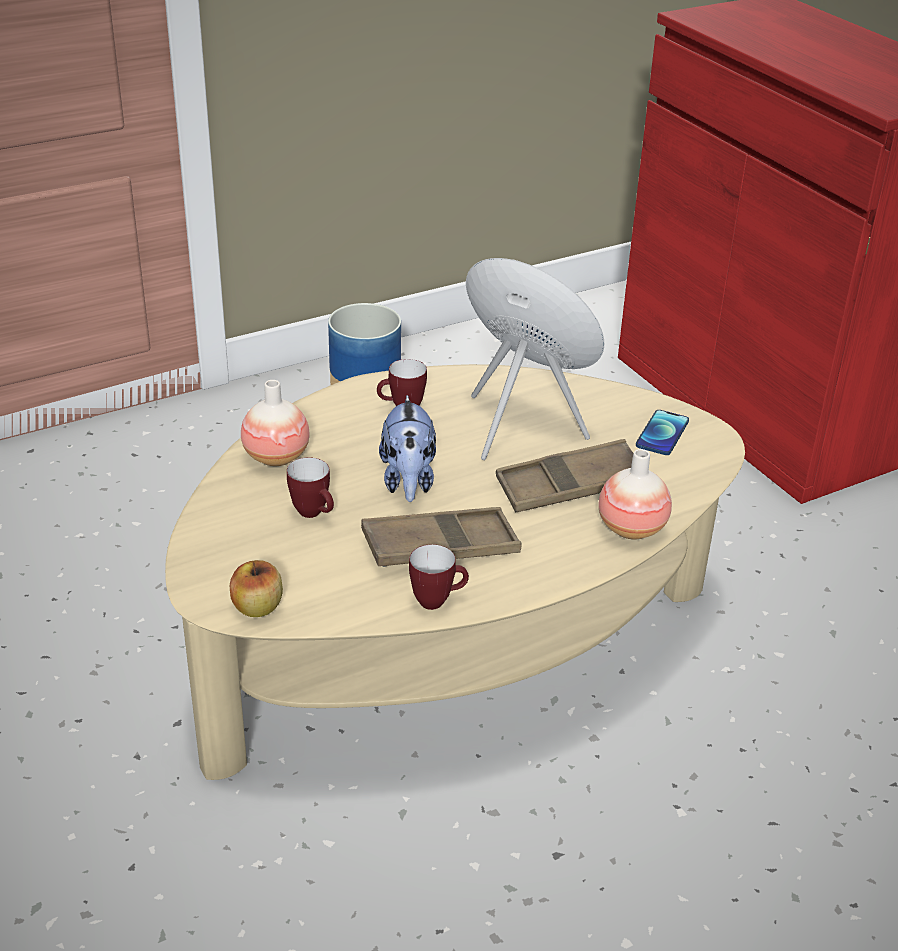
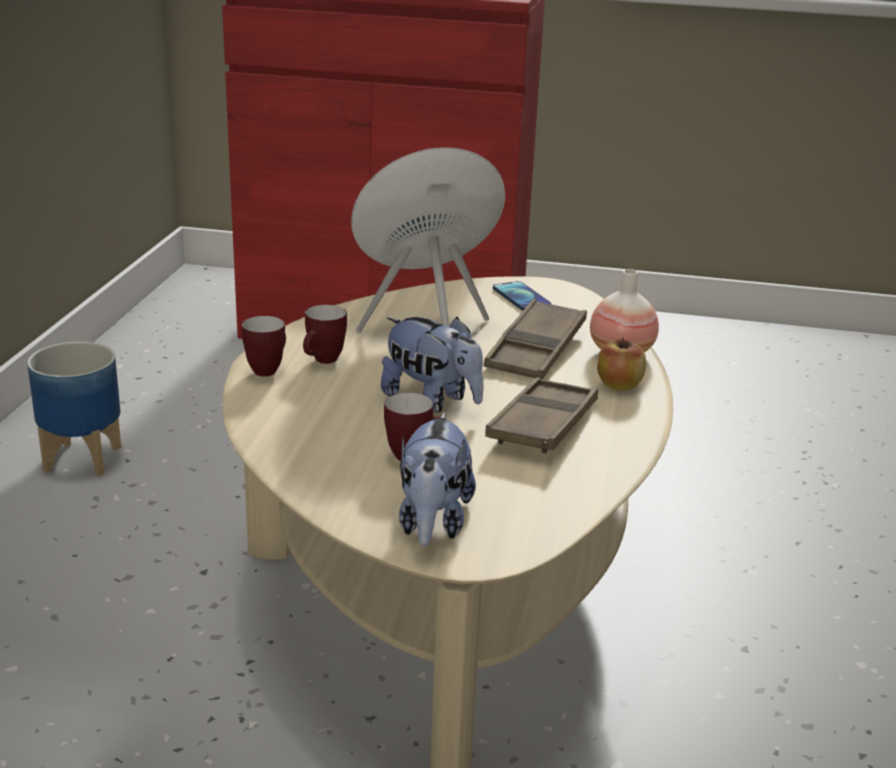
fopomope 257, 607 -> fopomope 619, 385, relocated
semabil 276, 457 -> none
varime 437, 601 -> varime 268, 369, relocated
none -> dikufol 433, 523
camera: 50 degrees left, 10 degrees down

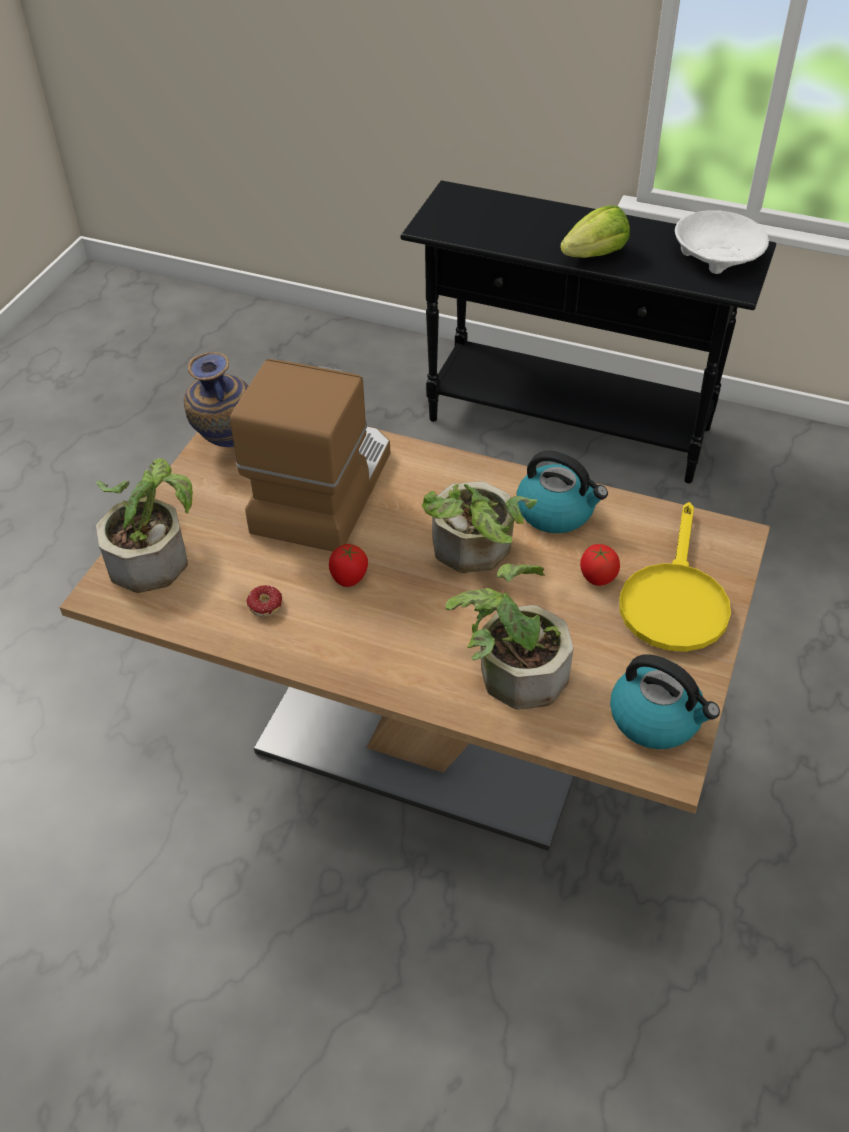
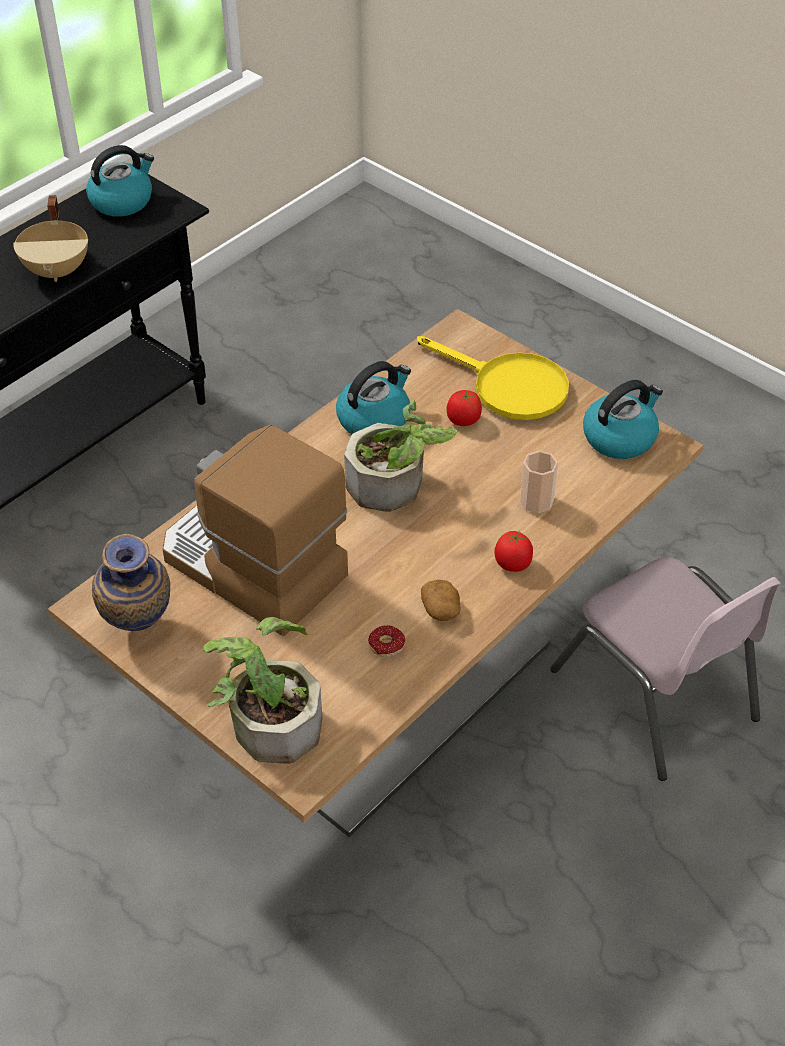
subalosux 349, 578 -> subalosux 513, 564, relocated
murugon 512, 668 -> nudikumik 536, 501
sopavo 595, 254 -> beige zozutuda 58, 270
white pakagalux 717, 255 -> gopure 122, 201
none -> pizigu 441, 609
none -> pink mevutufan 655, 695
camera: 70 degrees left, 0 degrees up

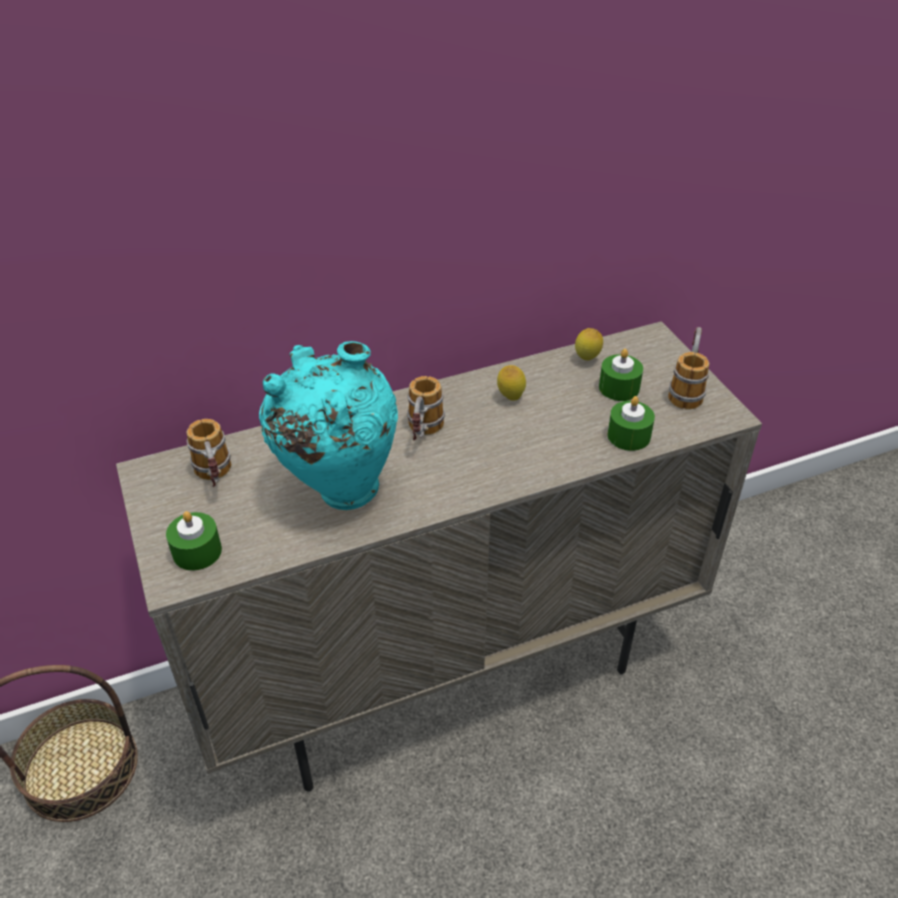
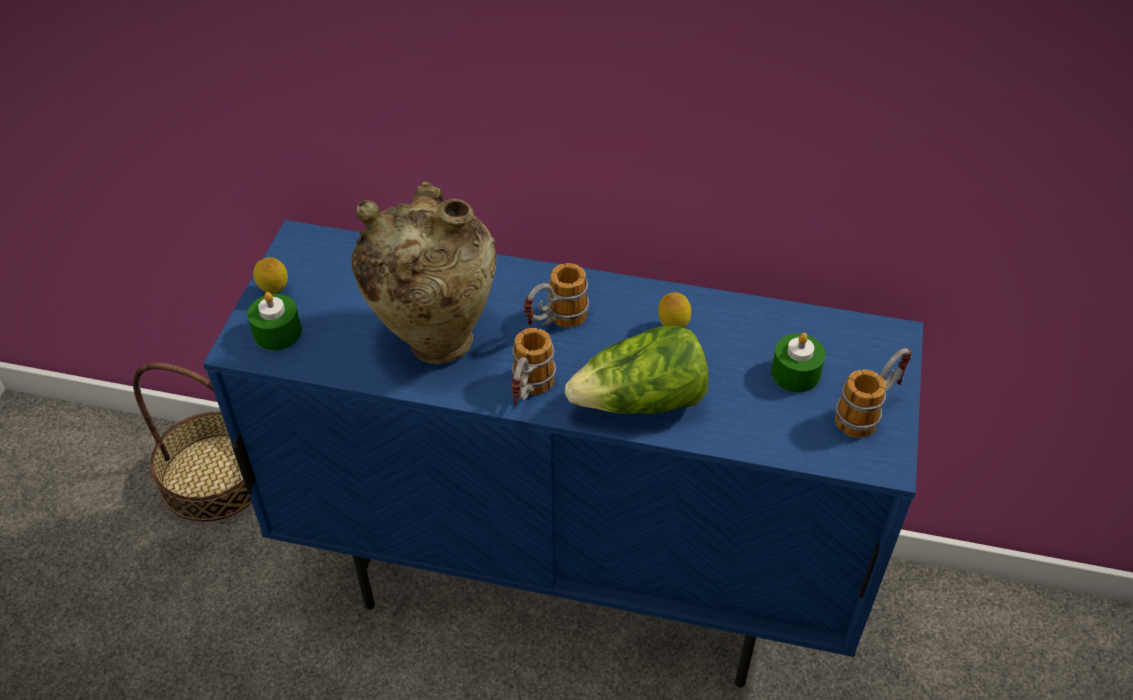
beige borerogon 448, 673 -> blue borerogon 569, 580
varime 216, 479 -> varime 528, 394, relocated
turquoise semabil 339, 489 -> beige semabil 434, 338
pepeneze 587, 359 -> pepeneze 274, 292, relocated
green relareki 628, 436 -> none
none -> sopavo 641, 402
camera: 35 degrees right, 5 degrees up

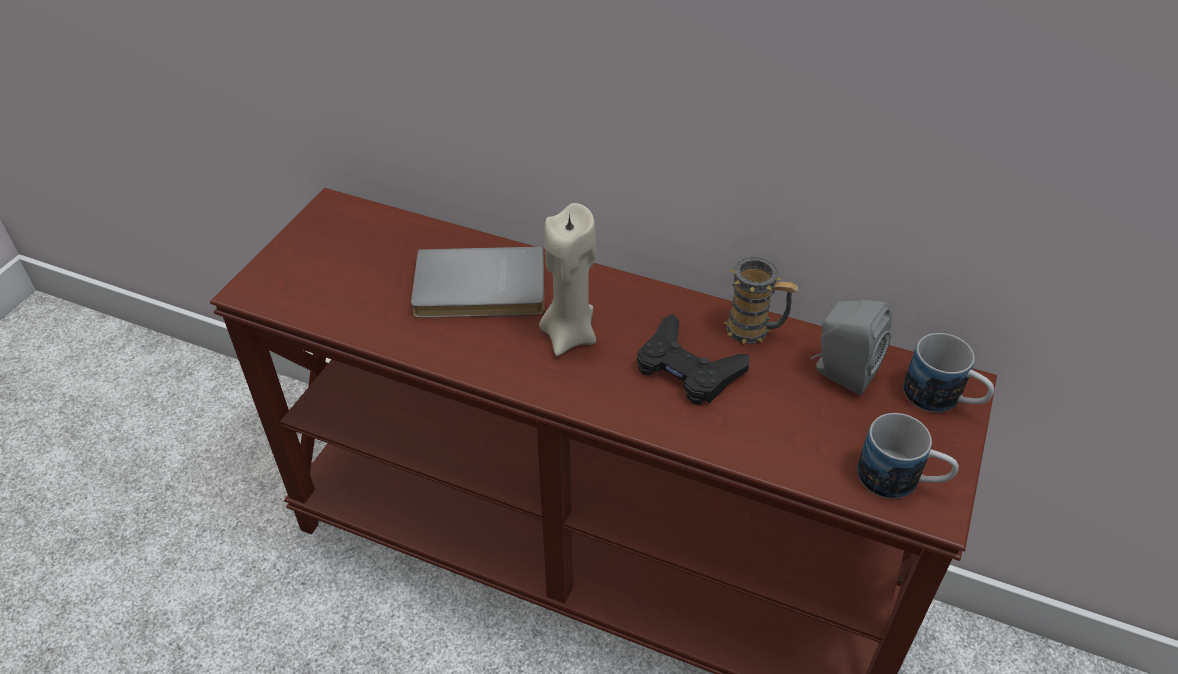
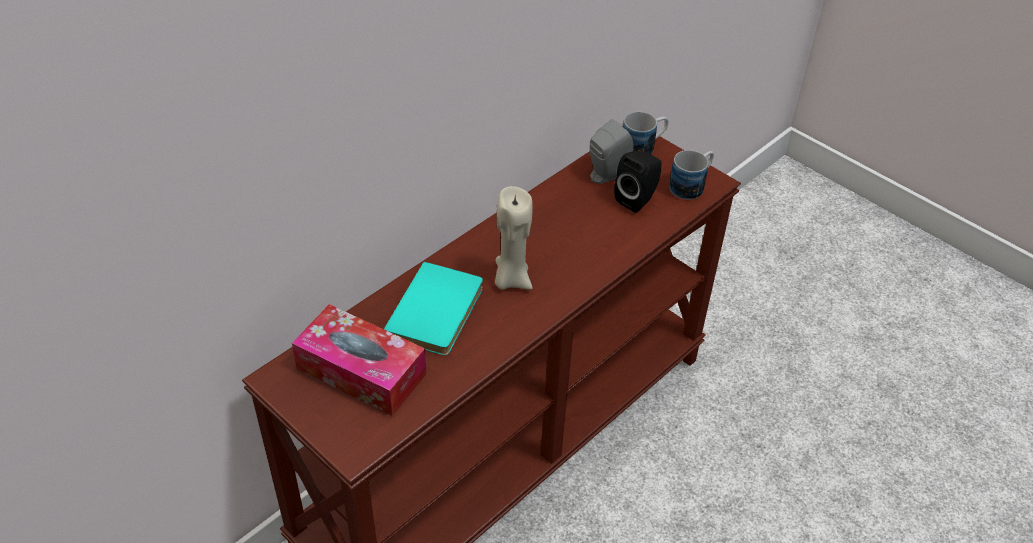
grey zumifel 480, 290 -> turquoise zumifel 438, 312
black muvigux 687, 368 -> none
varime 755, 330 -> none
none -> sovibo 361, 371
none -> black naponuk 637, 199
camera: 70 degrees left, 0 degrees up

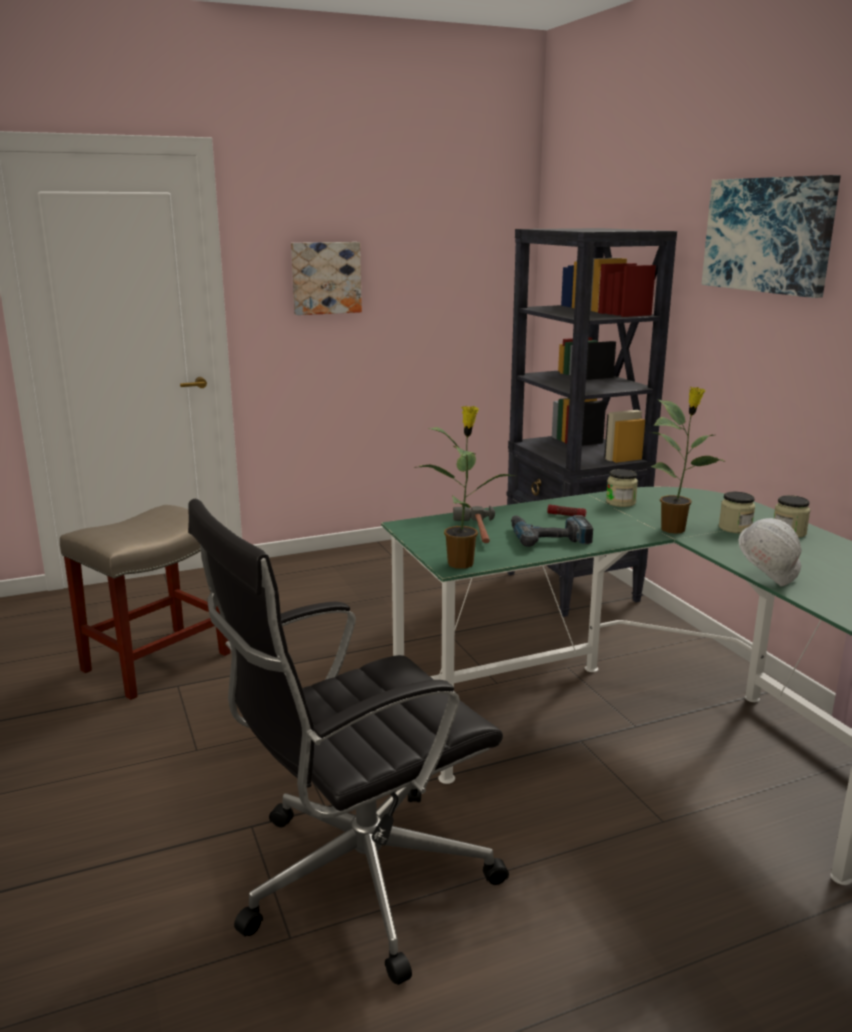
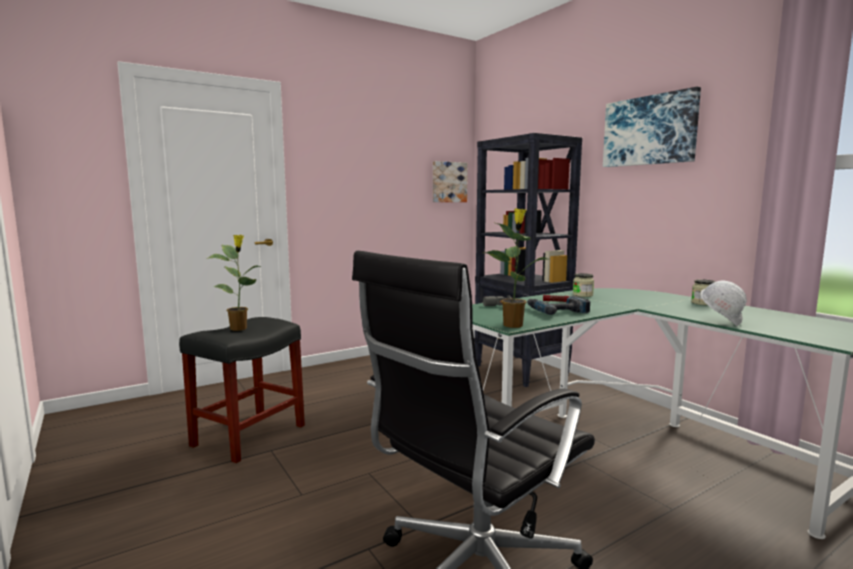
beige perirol 155, 663 -> black perirol 248, 436
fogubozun 325, 278 -> fogubozun 448, 182, relocated
murugon 674, 529 -> murugon 239, 328, relocated
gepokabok 735, 528 -> none
camera: 10 degrees left, 10 degrees down

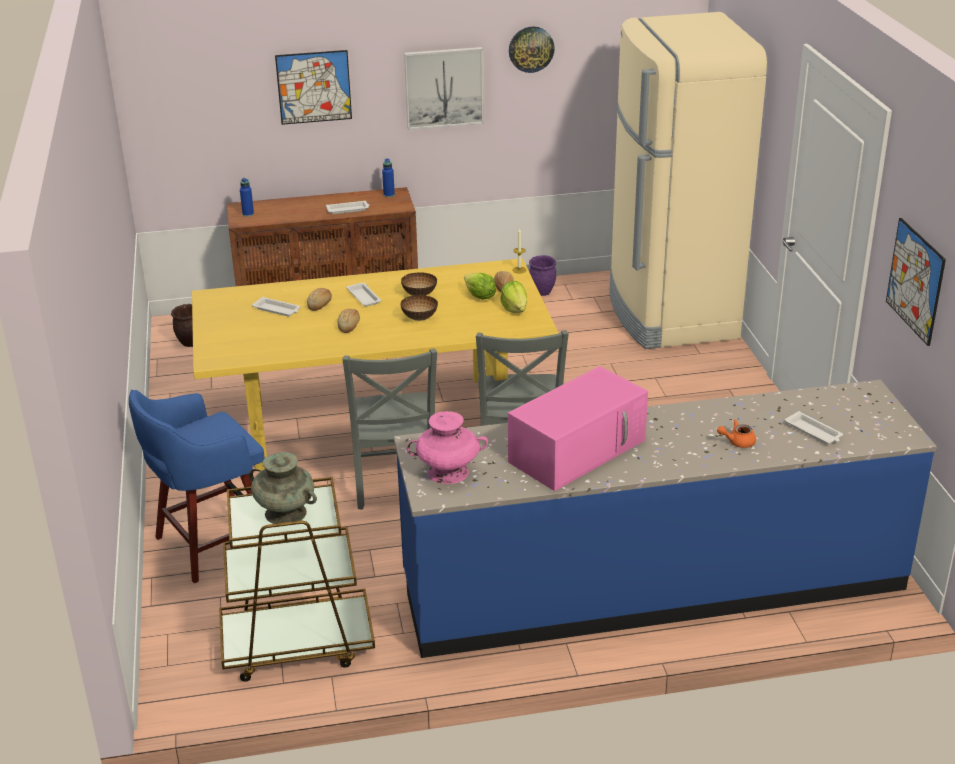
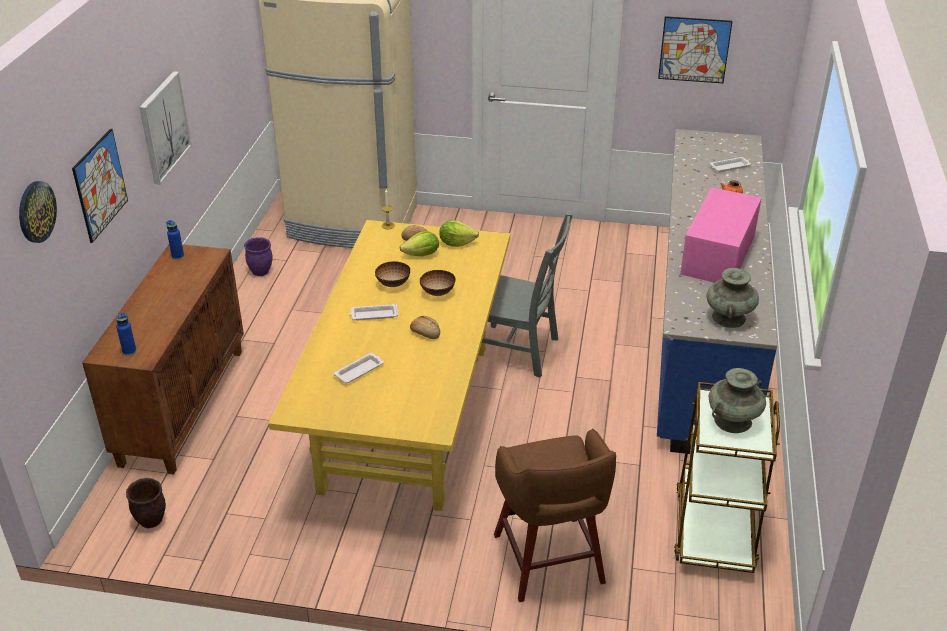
blue perirol 211, 544 -> brown perirol 549, 562
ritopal 320, 305 -> none
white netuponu 348, 210 -> none
grey mevutufan 394, 484 -> none
pink semabil 448, 472 -> turquoise semabil 728, 317
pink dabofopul 578, 450 -> pink dabofopul 718, 255, 135 degrees counterclockwise
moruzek 531, 49 -> moruzek 36, 211, relocated
camera: 70 degrees left, 5 degrees up

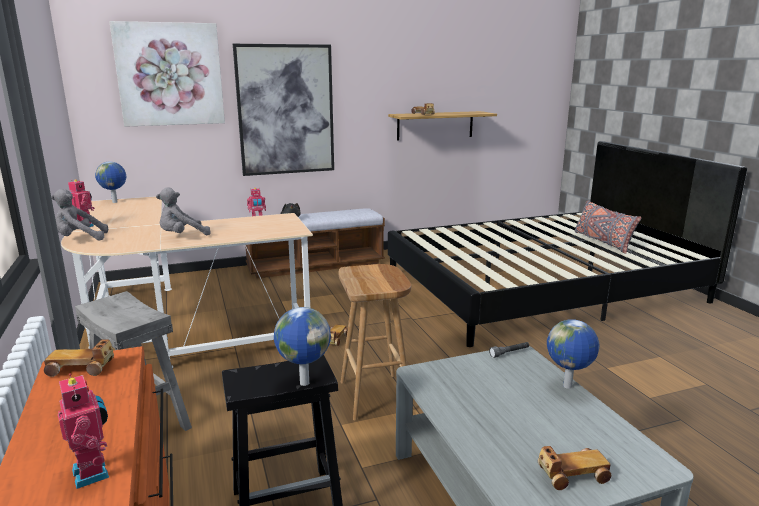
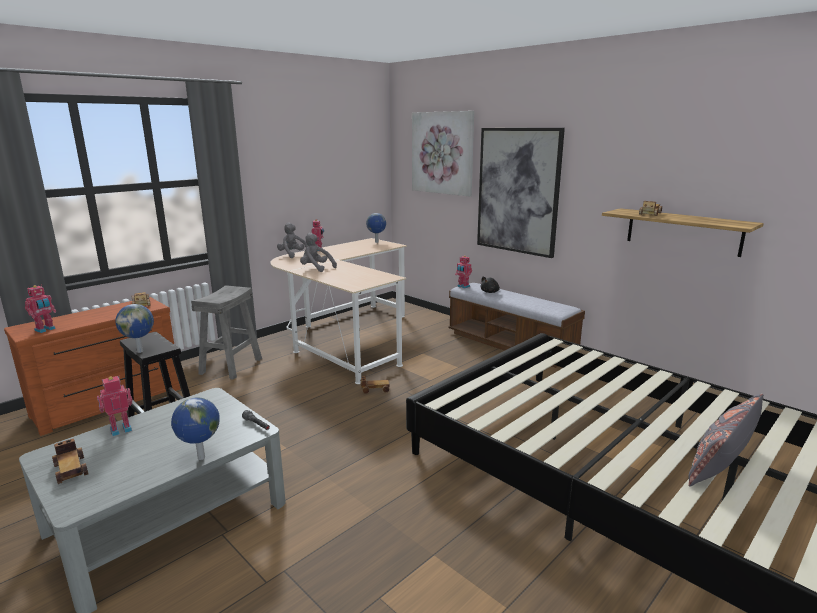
brown perirol 376, 396 -> none
none -> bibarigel 120, 429
camera: 65 degrees right, 0 degrees up

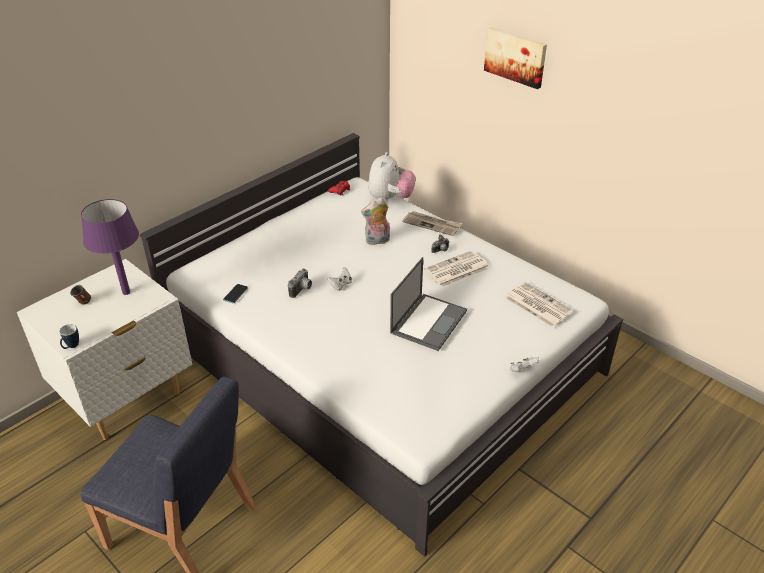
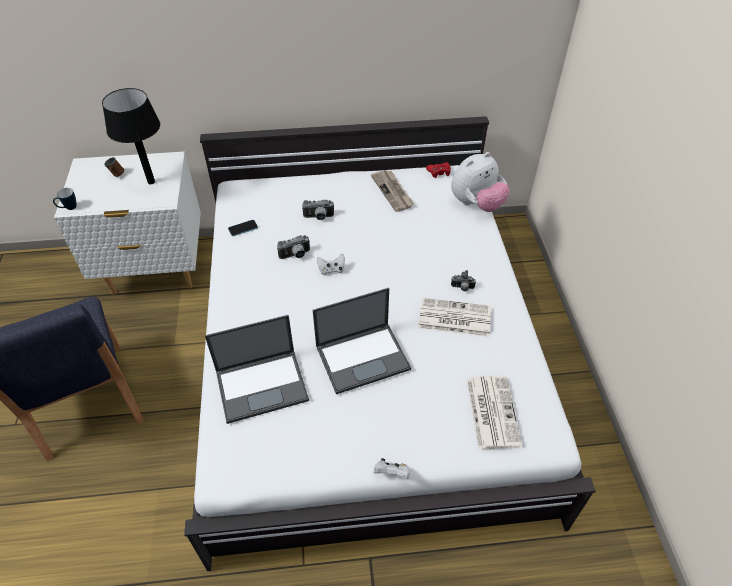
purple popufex 126, 292 -> black popufex 151, 181
dikufol 377, 241 -> none
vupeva 432, 224 -> vupeva 393, 191, relocated
fogubozun 516, 57 -> none
none -> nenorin 263, 385
none -> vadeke 318, 217
camera: 40 degrees right, 10 degrees up

